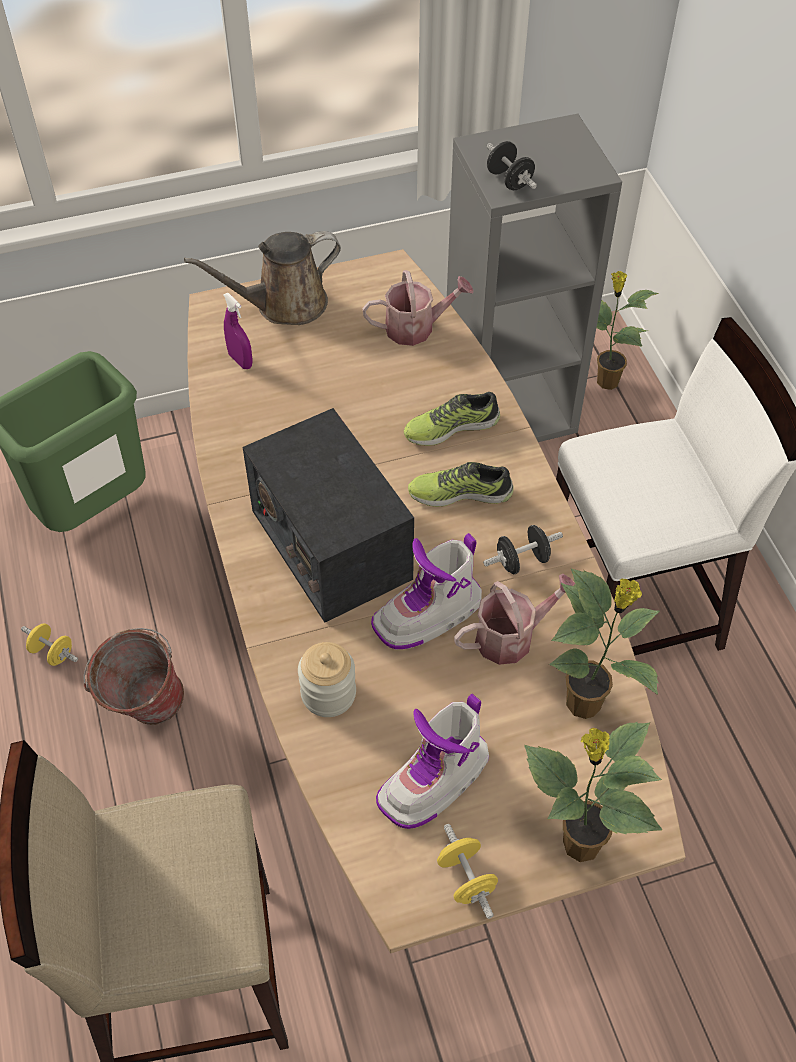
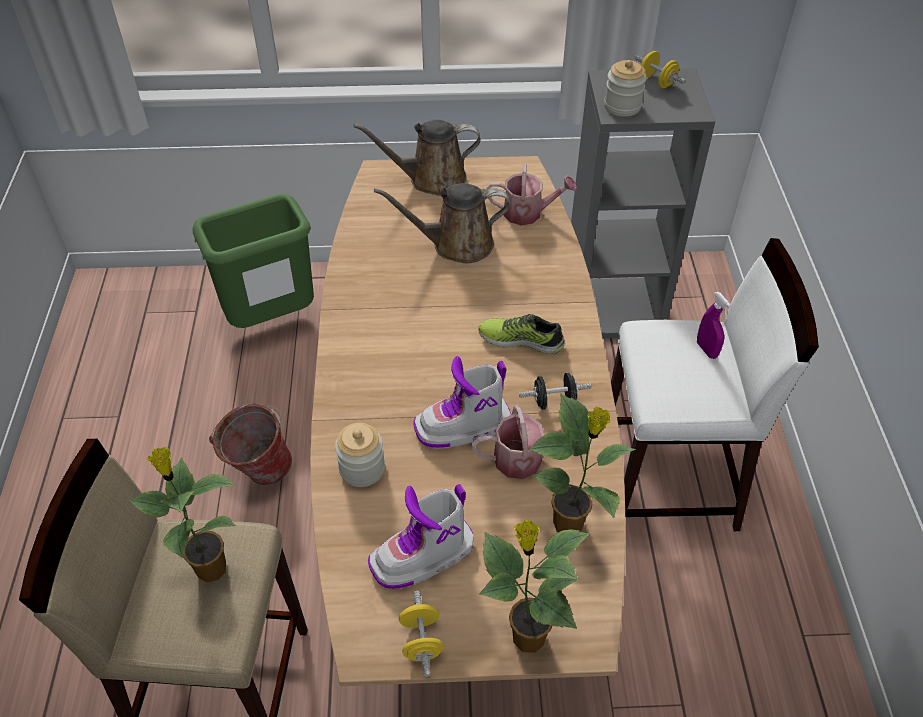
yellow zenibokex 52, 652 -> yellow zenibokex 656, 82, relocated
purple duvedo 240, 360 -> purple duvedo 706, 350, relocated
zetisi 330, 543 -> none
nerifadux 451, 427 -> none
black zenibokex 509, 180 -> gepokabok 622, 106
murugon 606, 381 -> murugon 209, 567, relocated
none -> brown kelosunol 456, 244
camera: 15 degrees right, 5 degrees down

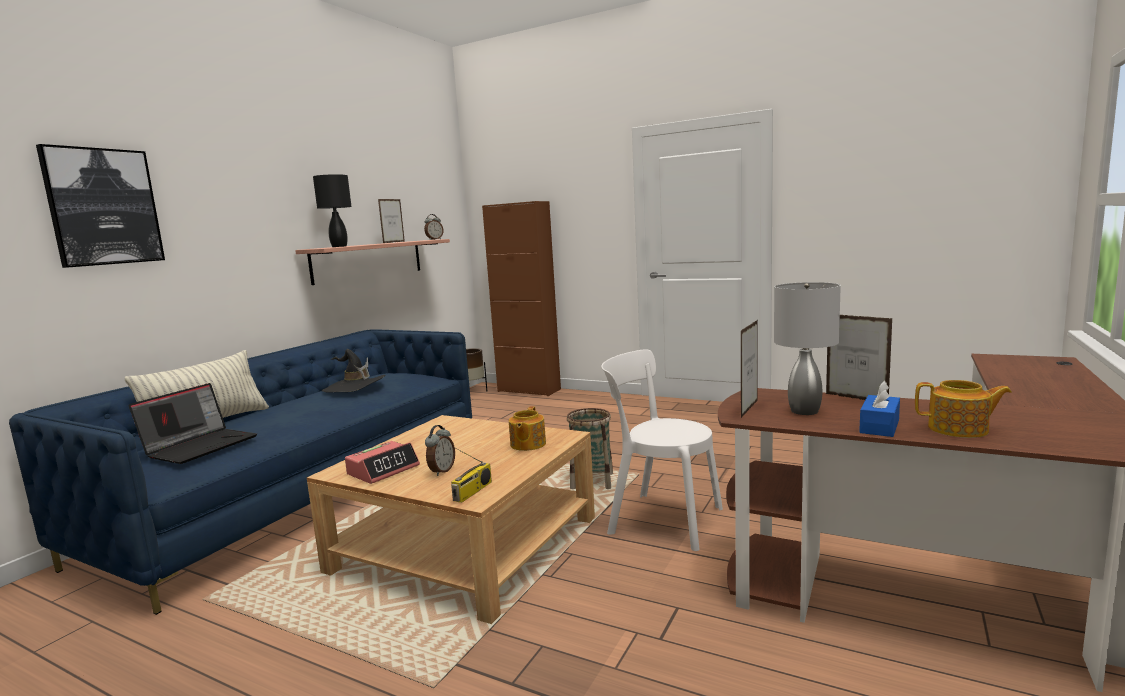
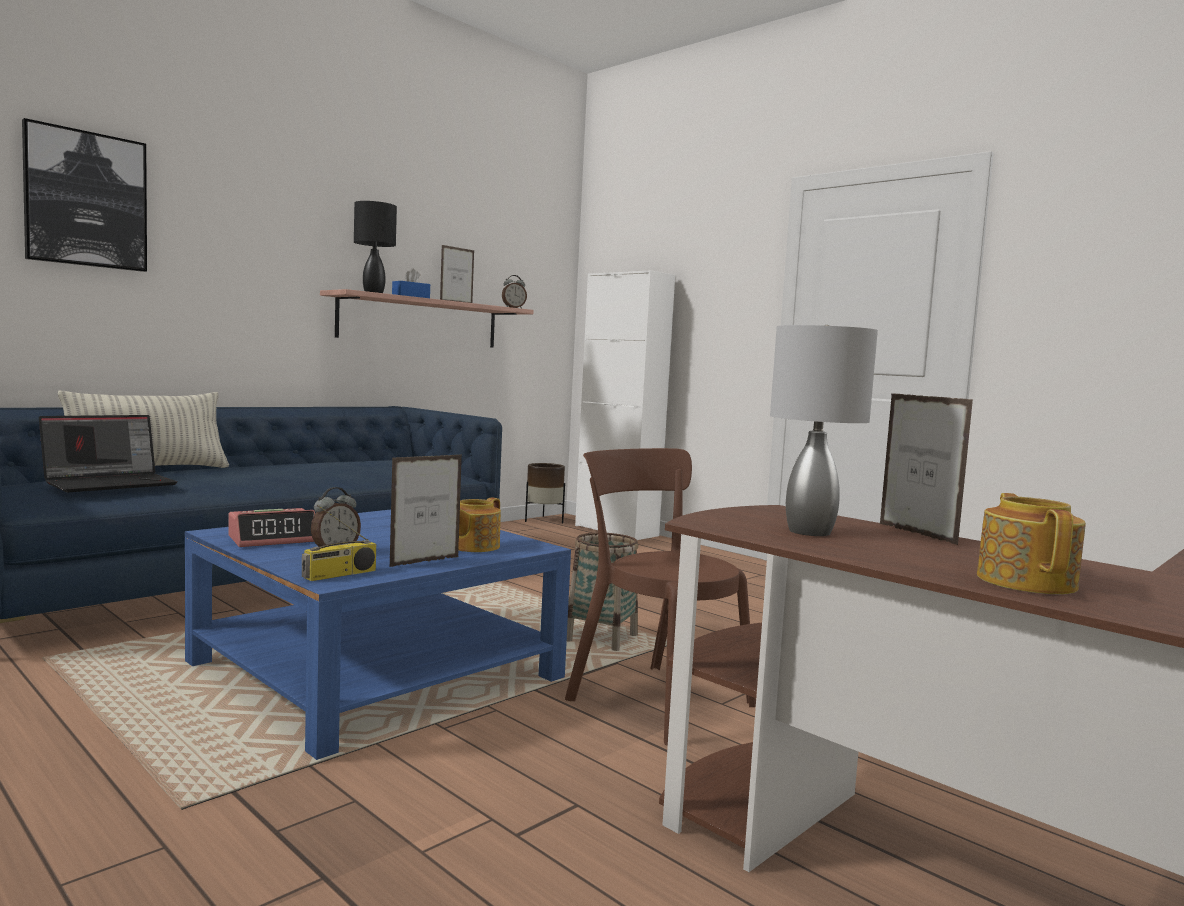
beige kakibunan 466, 544 -> blue kakibunan 375, 671
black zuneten 354, 387 -> none
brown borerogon 529, 390 -> white borerogon 616, 531
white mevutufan 660, 519 -> brown mevutufan 654, 699
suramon 749, 409 -> suramon 425, 562, relocated
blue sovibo 879, 426 -> blue sovibo 411, 297, relocated
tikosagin 959, 429 -> tikosagin 1026, 581, 120 degrees counterclockwise
camera: 15 degrees right, 5 degrees down

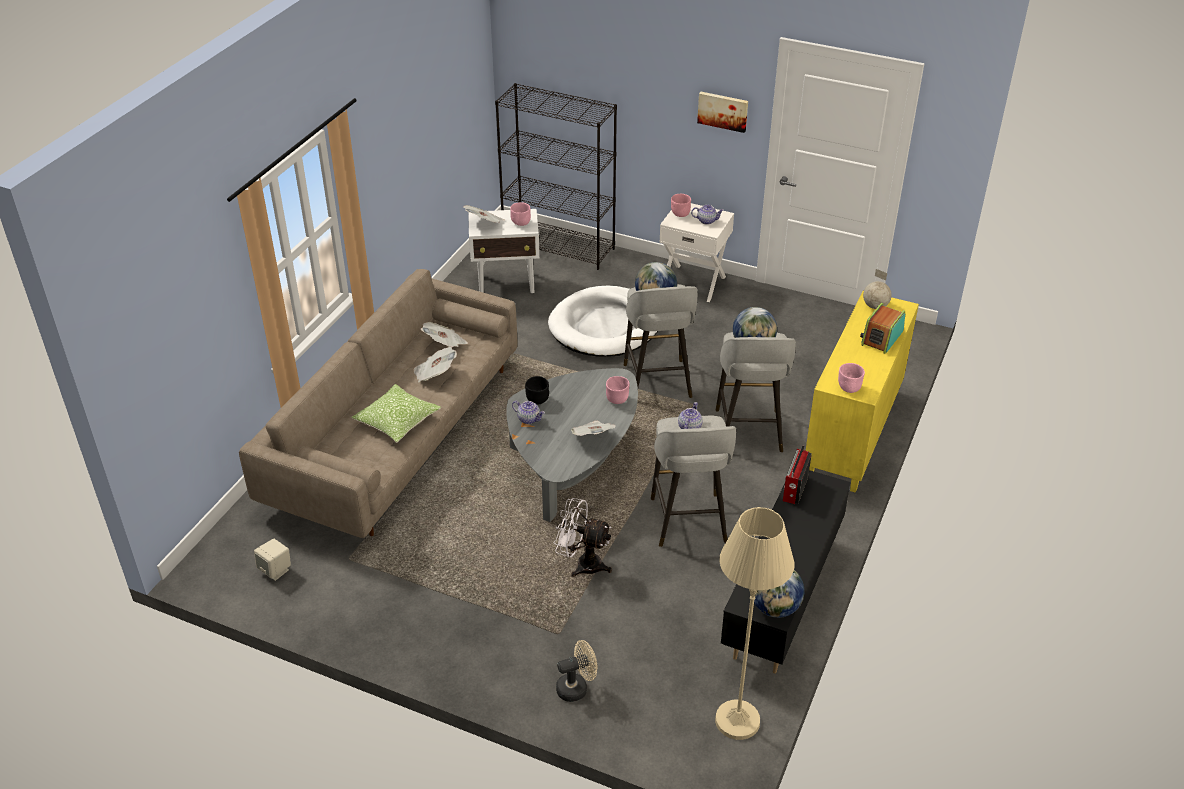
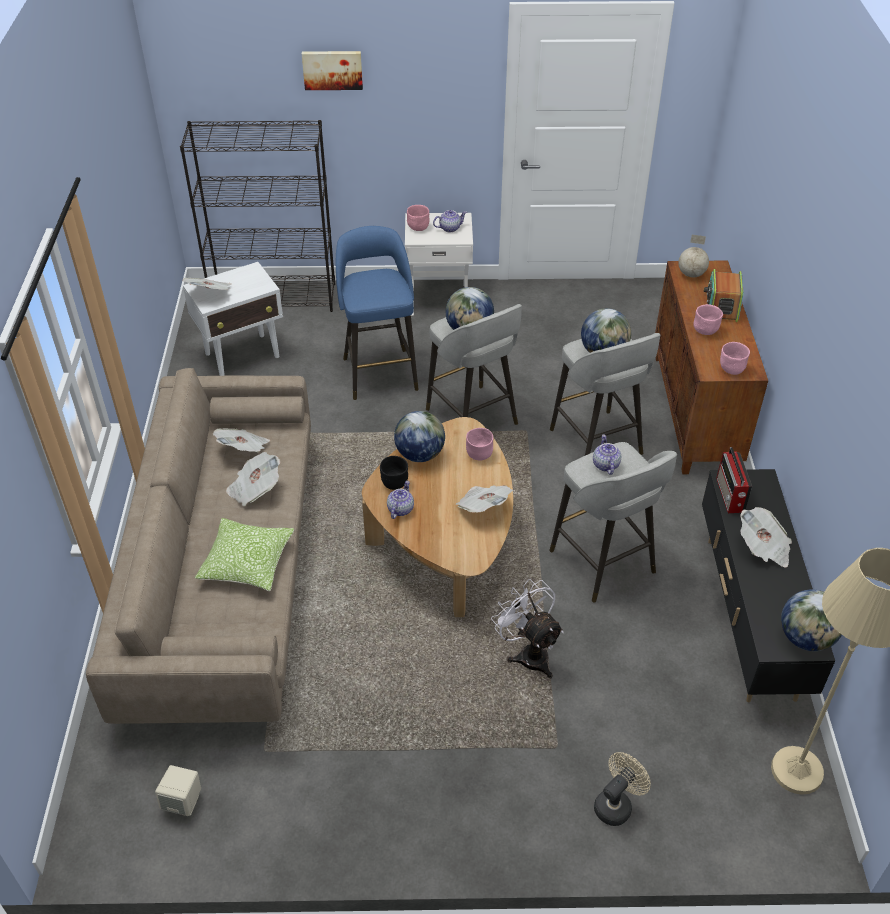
grey kakibunan 573, 465 -> brown kakibunan 445, 541
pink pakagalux 521, 223 -> pink pakagalux 705, 331, relocated
tikosagin 529, 419 -> tikosagin 400, 509, 75 degrees counterclockwise
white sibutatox 605, 326 -> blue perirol 379, 372
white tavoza 582, 564 -> white tavoza 528, 653, 60 degrees clockwise
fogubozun 723, 111 -> fogubozun 332, 69, relocated
yellow borerogon 853, 434 -> brown borerogon 695, 413
none -> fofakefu 419, 454
none -> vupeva 763, 548
camera: 25 degrees left, 5 degrees up

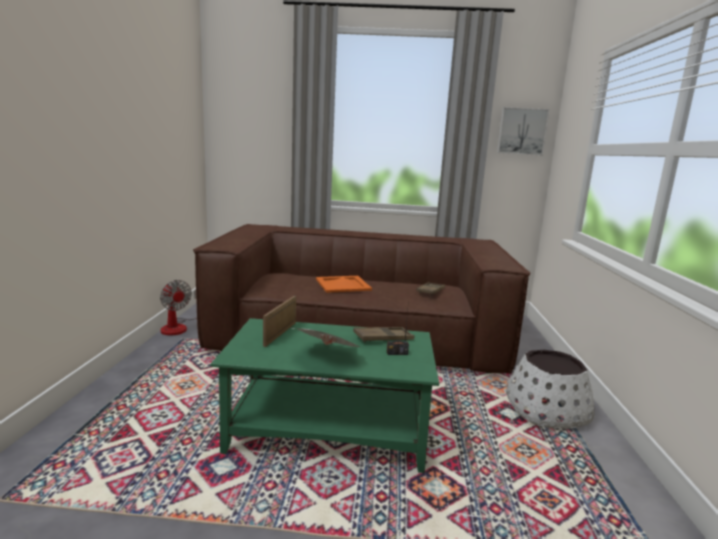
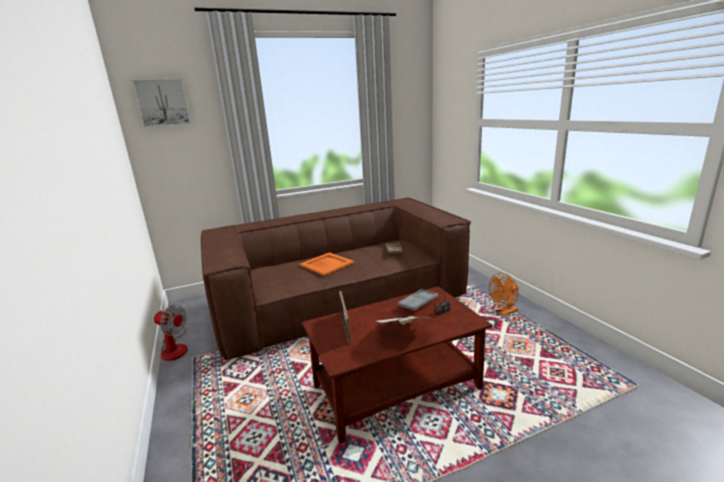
green kakibunan 330, 431 -> brown kakibunan 397, 387
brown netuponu 383, 338 -> grey netuponu 418, 303
fogubozun 521, 131 -> fogubozun 162, 103, relocated
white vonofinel 546, 411 -> orange tavoza 504, 313
camera: 25 degrees left, 5 degrees up

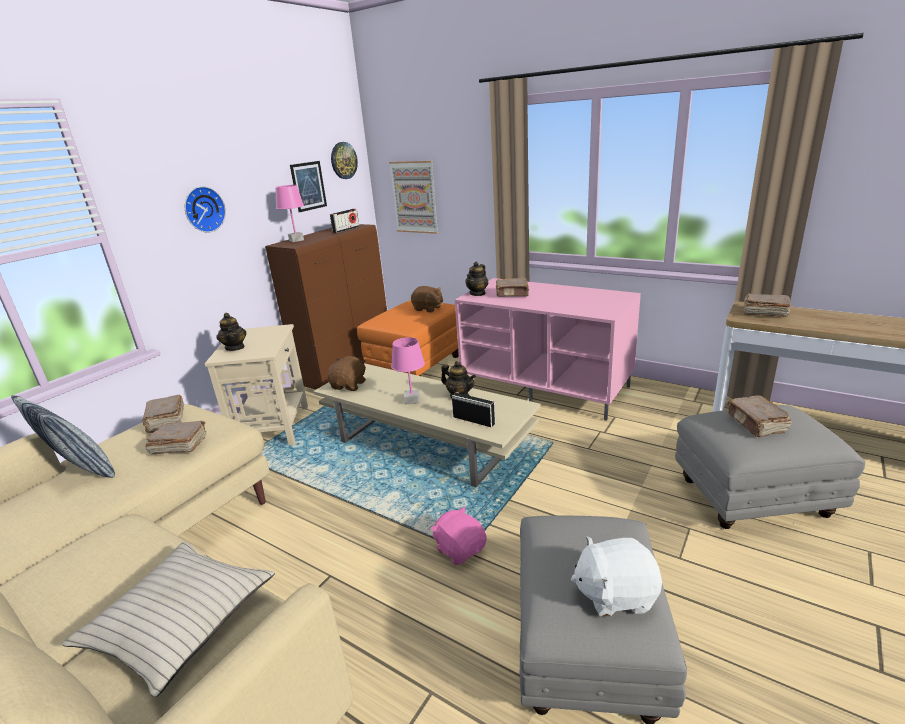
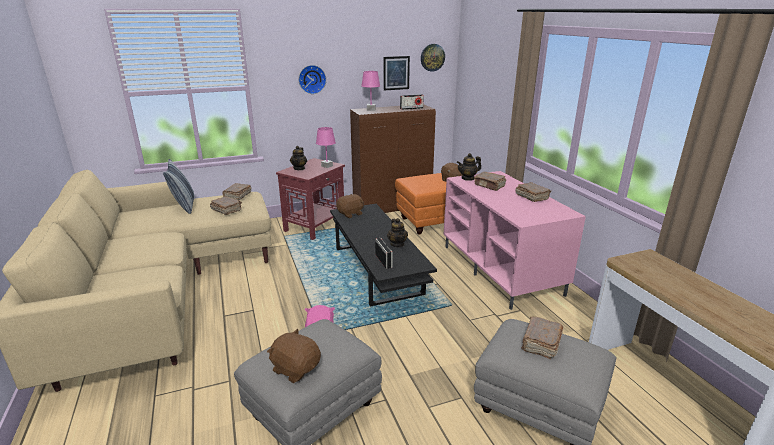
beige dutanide 179, 621 -> none
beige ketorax 273, 427 -> red ketorax 315, 226
beige kakibunan 425, 444 -> black kakibunan 376, 270
fogubozun 414, 197 -> none
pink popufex 412, 401 -> pink popufex 326, 166, relocated
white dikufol 615, 594 -> brown dikufol 296, 368
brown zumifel 764, 312 -> brown zumifel 531, 197, relocated
camera: 35 degrees right, 0 degrees up

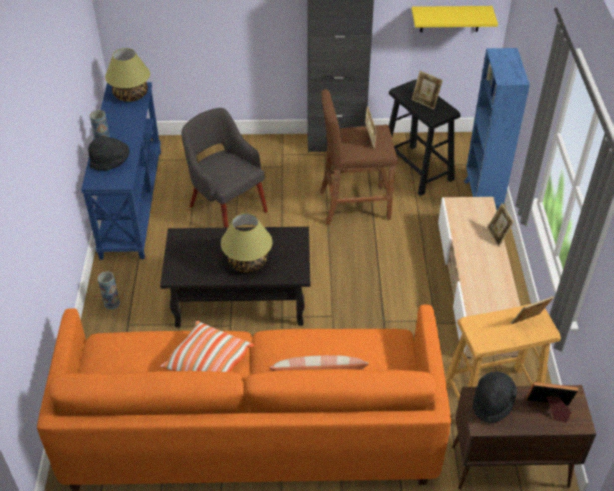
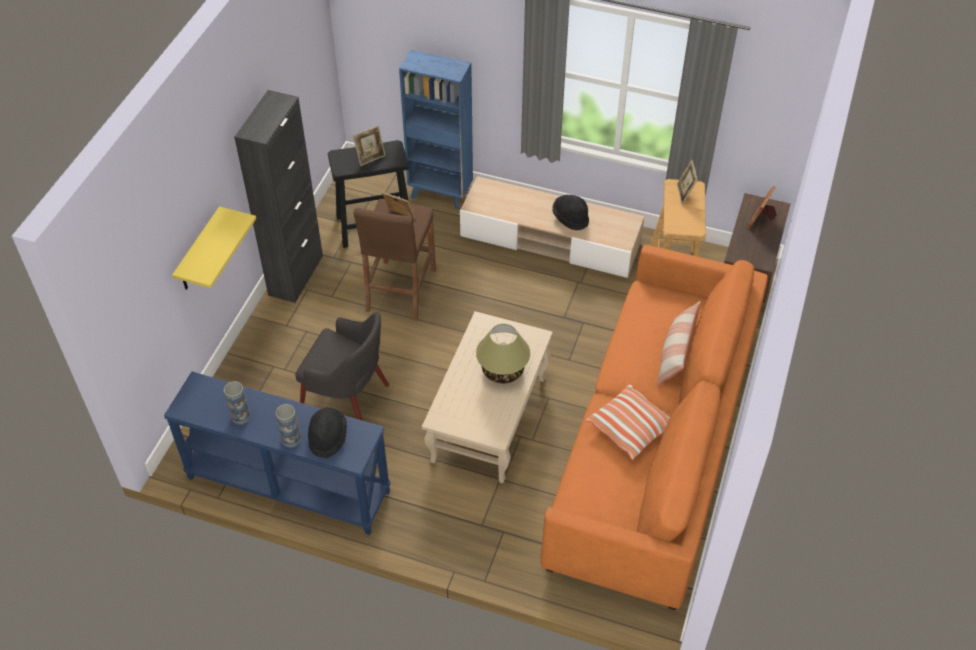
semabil 112, 303 -> semabil 240, 416, relocated
popufex 131, 95 -> none
black kakibunan 239, 299 -> beige kakibunan 488, 420
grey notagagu 227, 208 -> grey notagagu 346, 397, 135 degrees counterclockwise
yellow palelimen 450, 18 -> yellow palelimen 199, 251, relocated
black zuneten 492, 402 -> black zuneten 570, 218, relocated
suramon 497, 236 -> none
camera: 70 degrees left, 5 degrees up

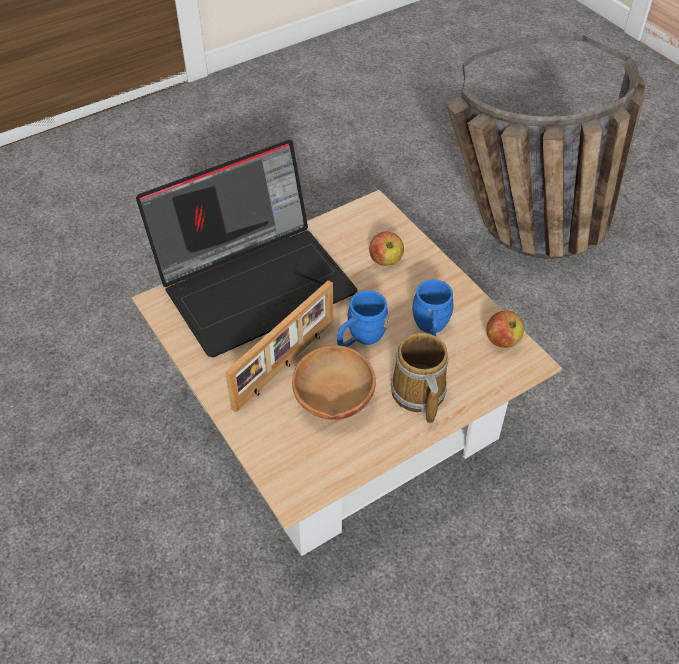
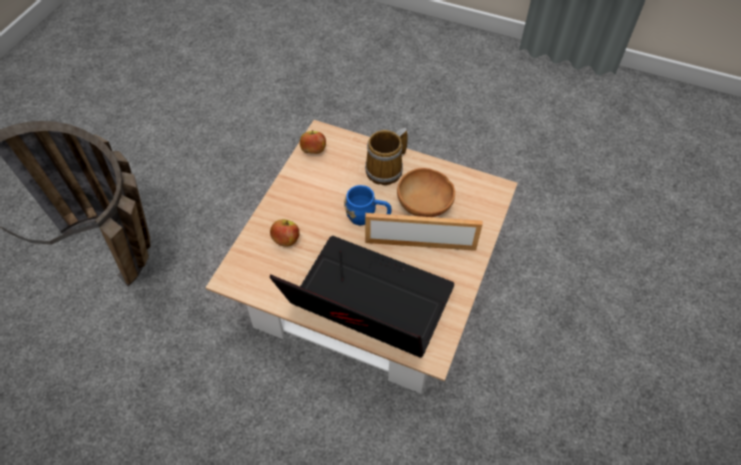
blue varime 430, 329 -> none
camera: 125 degrees left, 5 degrees up

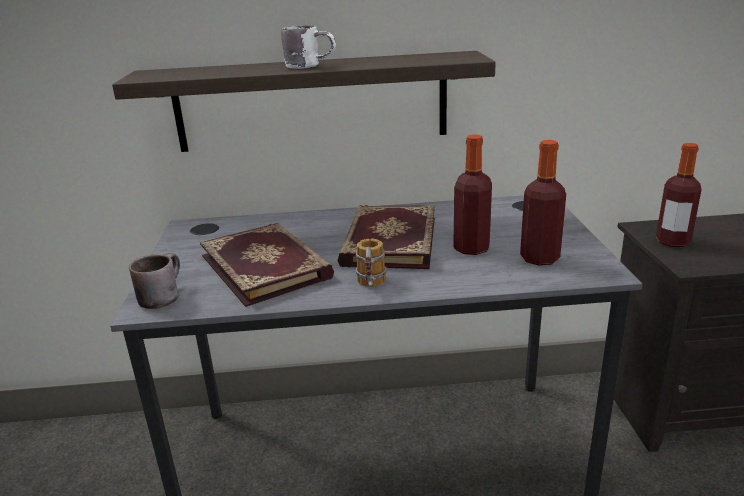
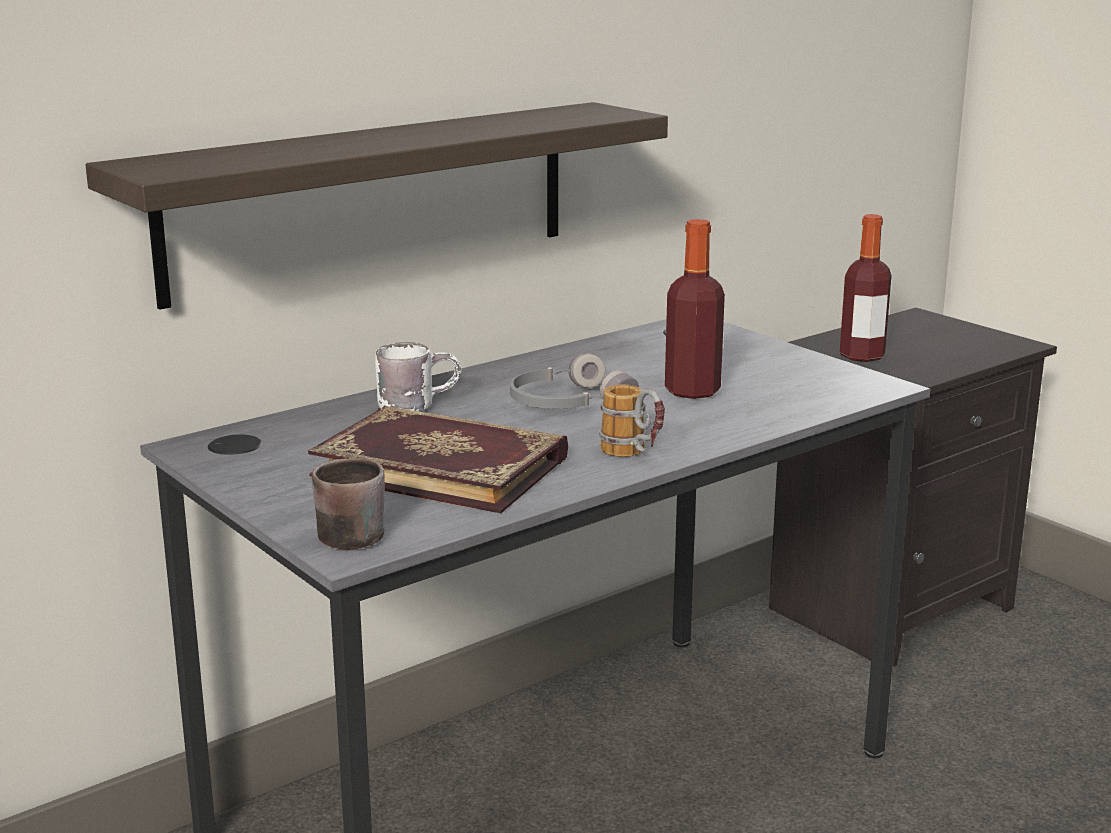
white varime 310, 65 -> white varime 415, 403, relocated
zumifel 388, 241 -> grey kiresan 567, 403
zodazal 539, 258 -> none
camera: 35 degrees left, 5 degrees down

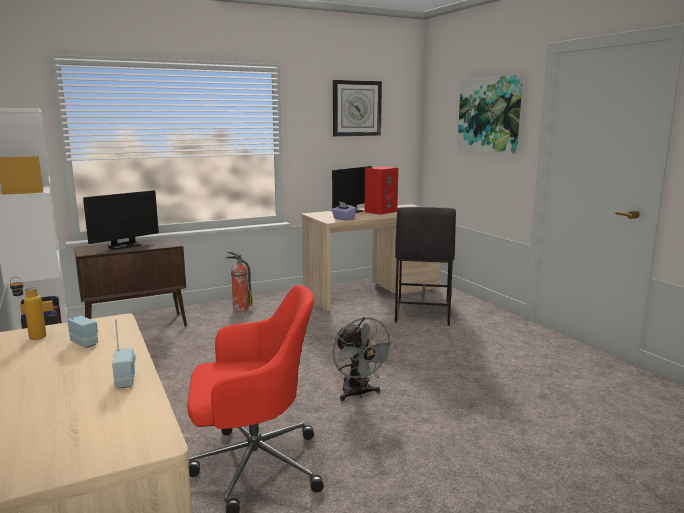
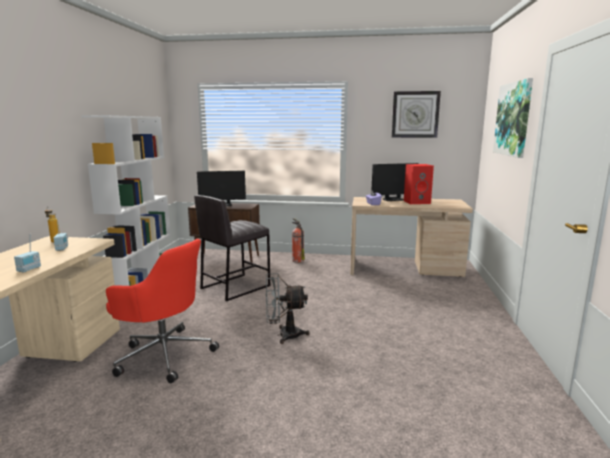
grey tavoza 358, 394 -> grey tavoza 283, 335, 75 degrees clockwise
grey perirol 421, 313 -> grey perirol 234, 287, relocated
camera: 35 degrees right, 0 degrees up

